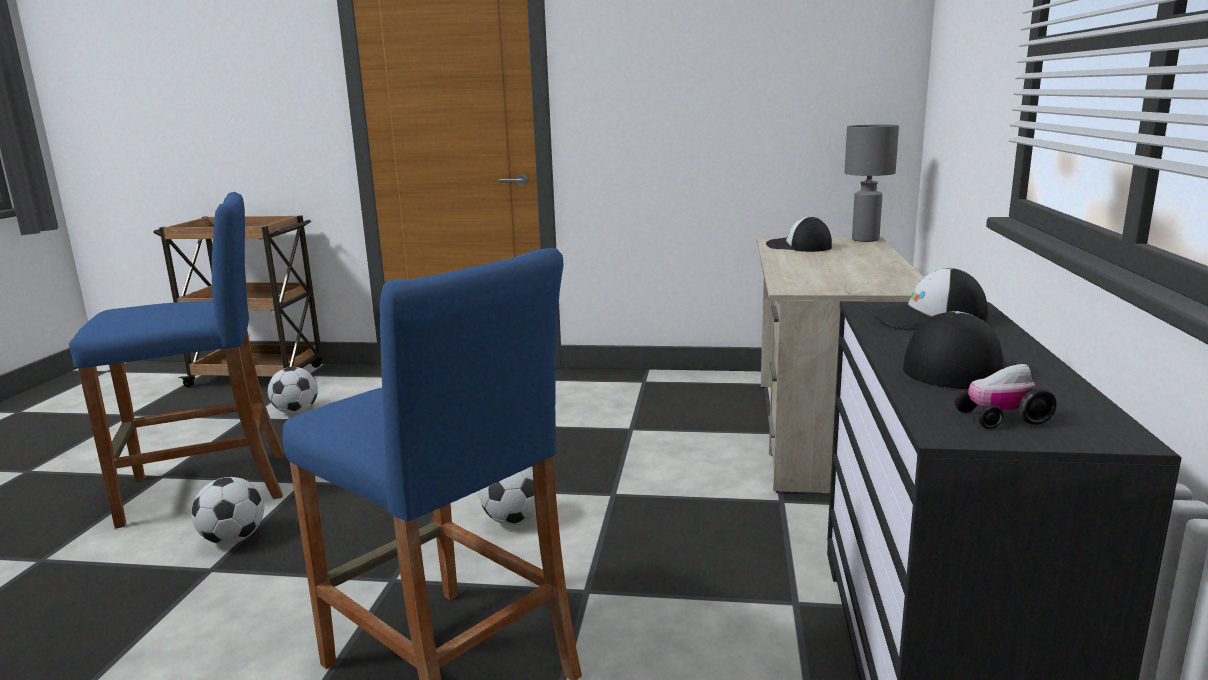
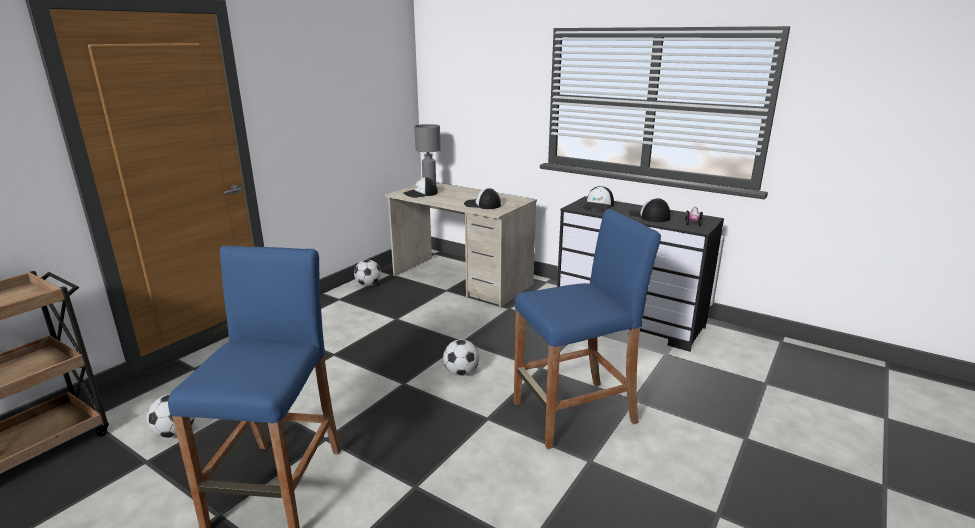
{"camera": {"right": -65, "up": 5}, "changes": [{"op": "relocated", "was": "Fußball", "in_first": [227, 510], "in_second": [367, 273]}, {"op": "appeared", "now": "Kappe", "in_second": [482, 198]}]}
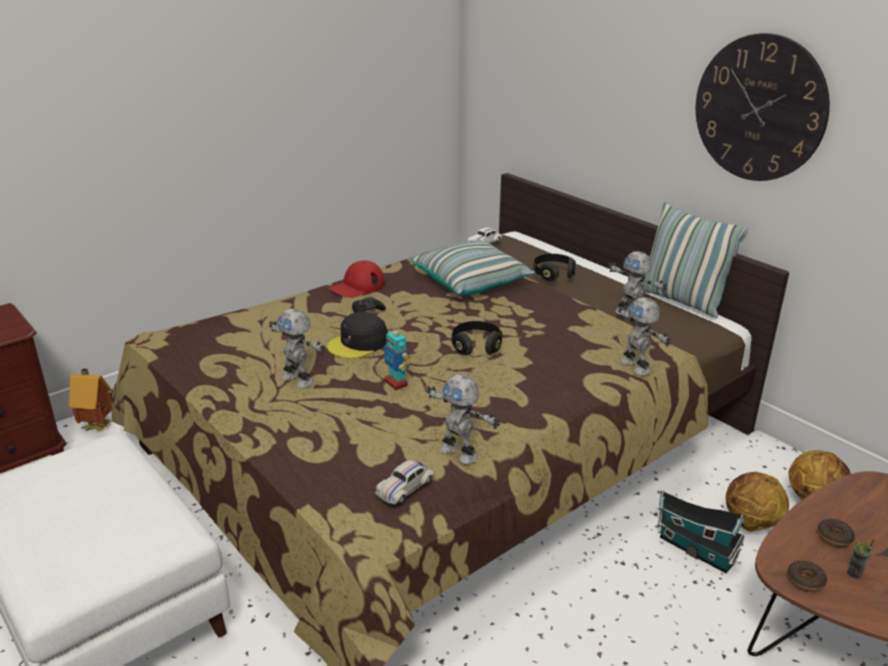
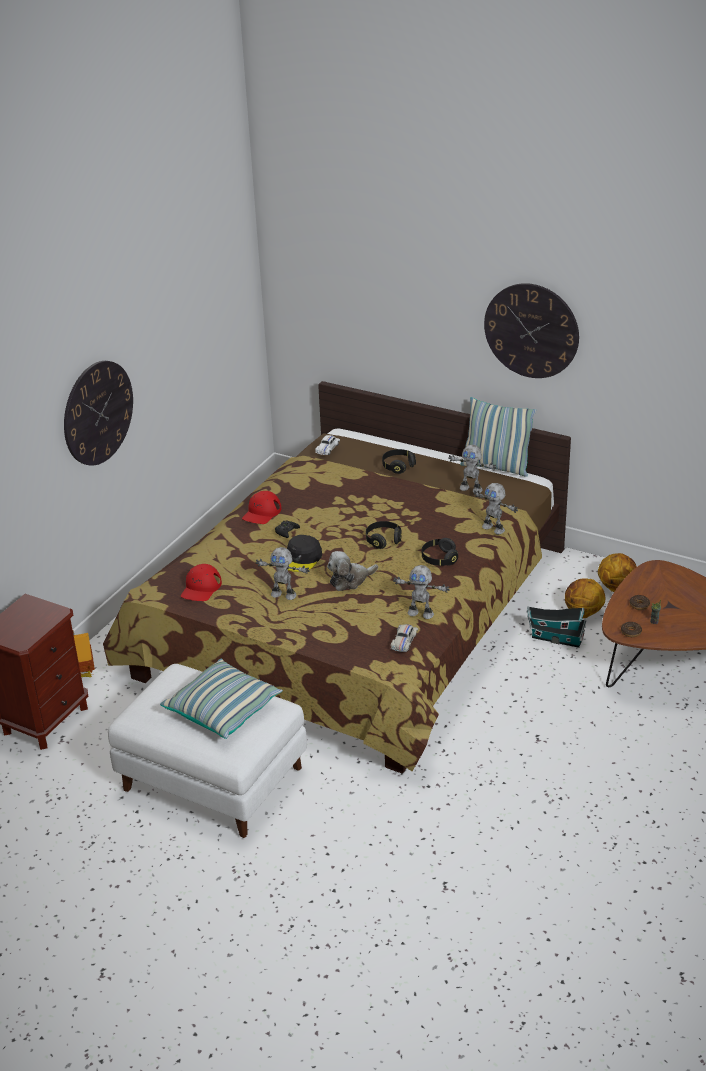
{"camera": {"right": -20, "up": 5}, "changes": [{"op": "exchanged", "was": "Spielzeugroboter", "now": "Plüschtier", "in_first": [397, 359], "in_second": [352, 571]}, {"op": "relocated", "was": "Kissen", "in_first": [472, 268], "in_second": [221, 699]}, {"op": "appeared", "now": "Wanduhr", "in_second": [98, 413]}, {"op": "appeared", "now": "Kappe/rot", "in_second": [201, 582]}, {"op": "appeared", "now": "Kopfhörer/schwarz", "in_second": [440, 552]}]}
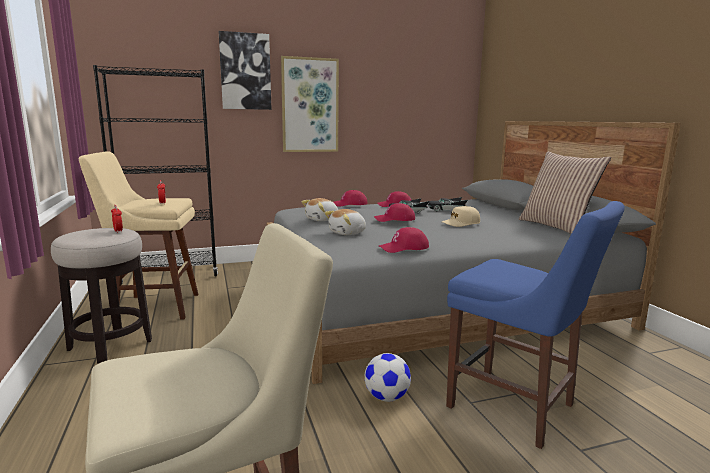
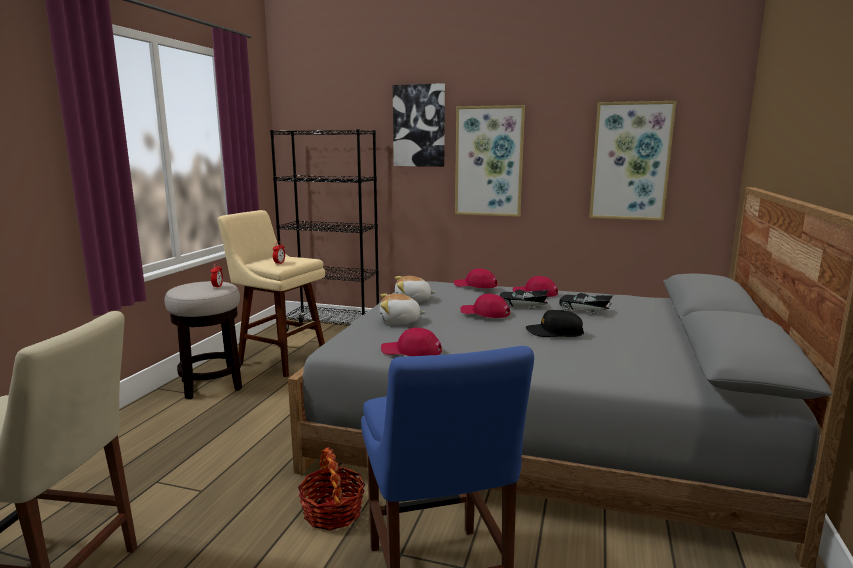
{"camera": {"right": 35, "up": 0}, "changes": [{"op": "exchanged", "was": "Fußball", "now": "Korb", "in_first": [388, 377], "in_second": [331, 488]}, {"op": "colour", "was": "Kappe/beige", "now": "Kappe/schwarz", "in_first": [461, 216], "in_second": [555, 323]}, {"op": "missing", "was": "Kissen", "in_first": [565, 192]}, {"op": "appeared", "now": "Bild", "in_second": [632, 161]}]}
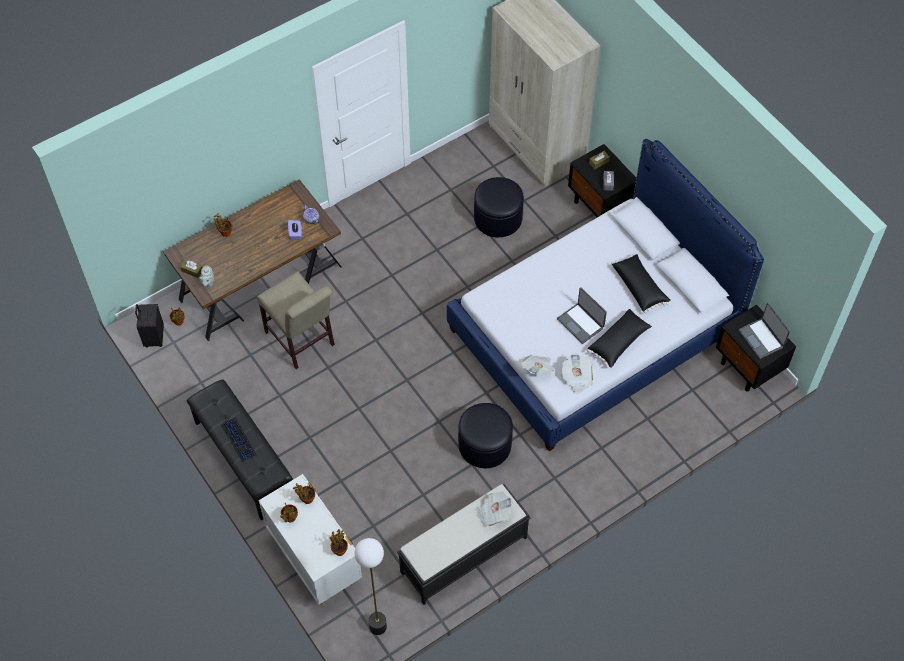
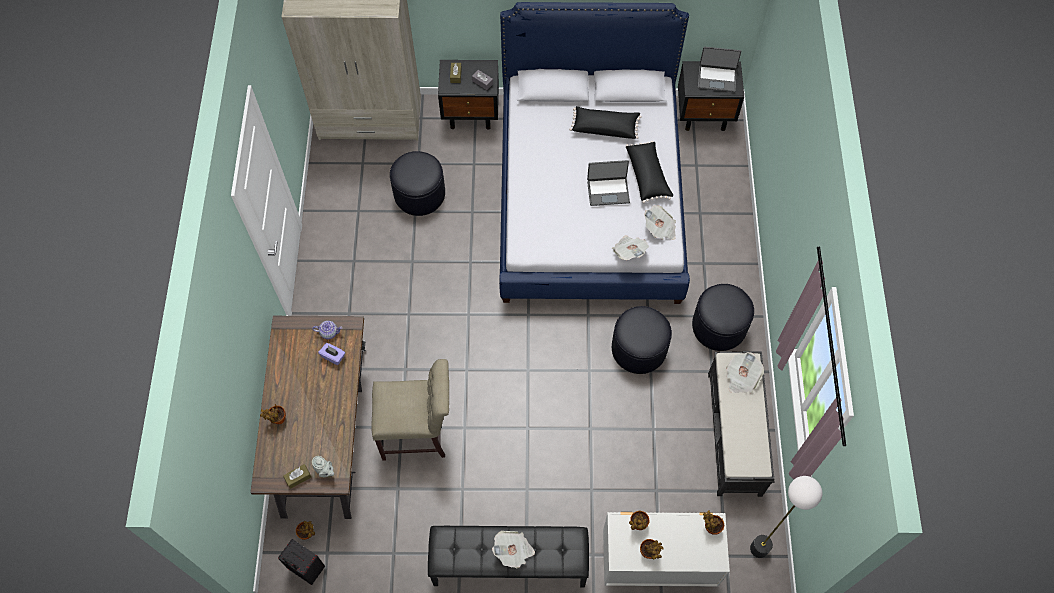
{"camera": {"right": -55, "up": 5}, "changes": [{"op": "exchanged", "was": "Tastatur", "now": "Zeitung", "in_first": [238, 439], "in_second": [513, 549]}, {"op": "appeared", "now": "Polsterhocker/schwarz", "in_second": [723, 317]}]}
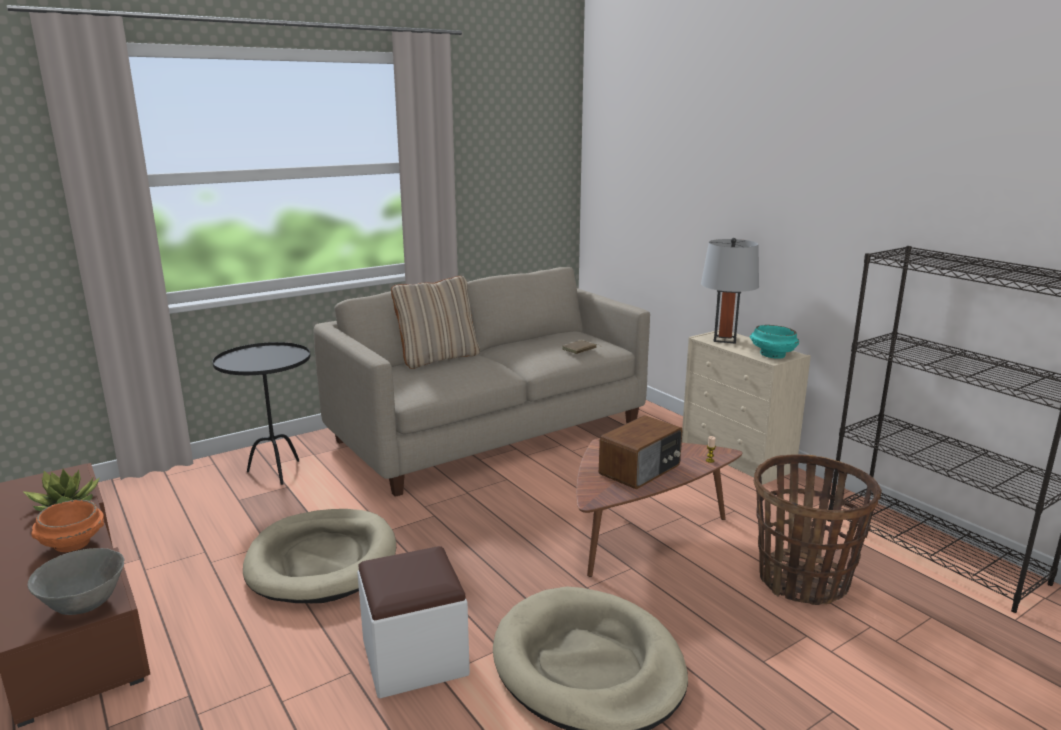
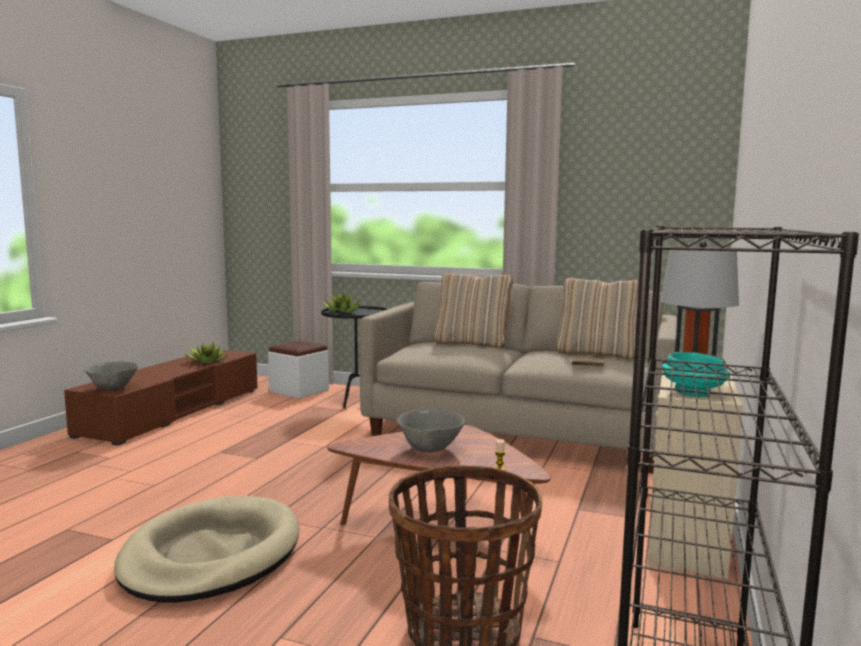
{"camera": {"right": 55, "up": -10}, "changes": [{"op": "missing", "was": "Schüssel/orange", "in_first": [67, 526]}, {"op": "missing", "was": "Hundebett/beige", "in_first": [319, 556]}, {"op": "relocated", "was": "Polsterhocker/weiß", "in_first": [413, 622], "in_second": [298, 370]}, {"op": "exchanged", "was": "Radio", "now": "Schüssel/grau", "in_first": [640, 452], "in_second": [431, 430]}, {"op": "appeared", "now": "Topfpflanze", "in_second": [341, 302]}, {"op": "appeared", "now": "Kissen/beige", "in_second": [597, 318]}]}
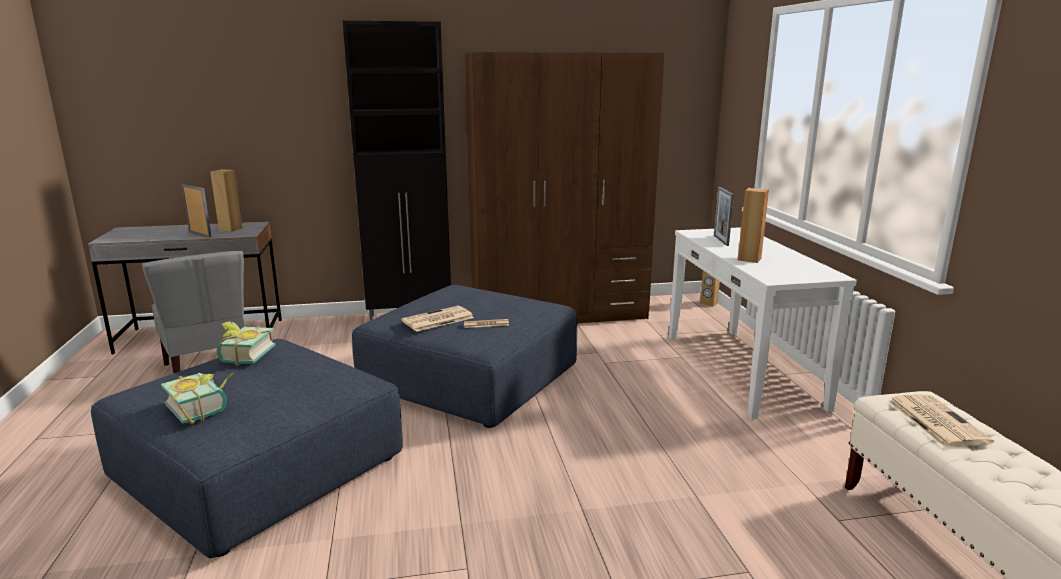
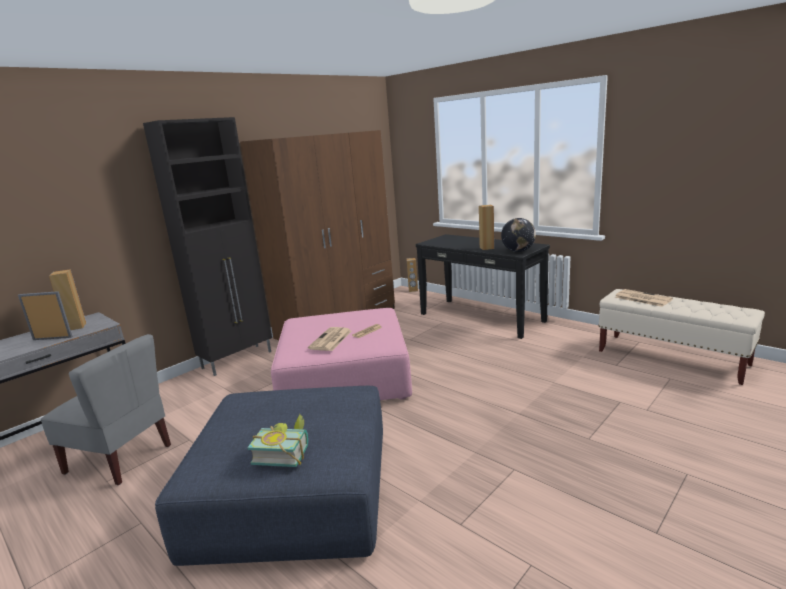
{"camera": {"right": -35, "up": 0}, "changes": [{"op": "missing", "was": "Buch", "in_first": [246, 343]}, {"op": "colour", "was": "Polsterhocker/blau", "now": "Polsterhocker/rosa", "in_first": [464, 356], "in_second": [341, 354]}, {"op": "colour", "was": "Konsolentisch/weiß", "now": "Konsolentisch/schwarz", "in_first": [763, 323], "in_second": [483, 286]}, {"op": "missing", "was": "Bilderrahmen", "in_first": [724, 216]}, {"op": "appeared", "now": "Globus", "in_second": [518, 235]}]}
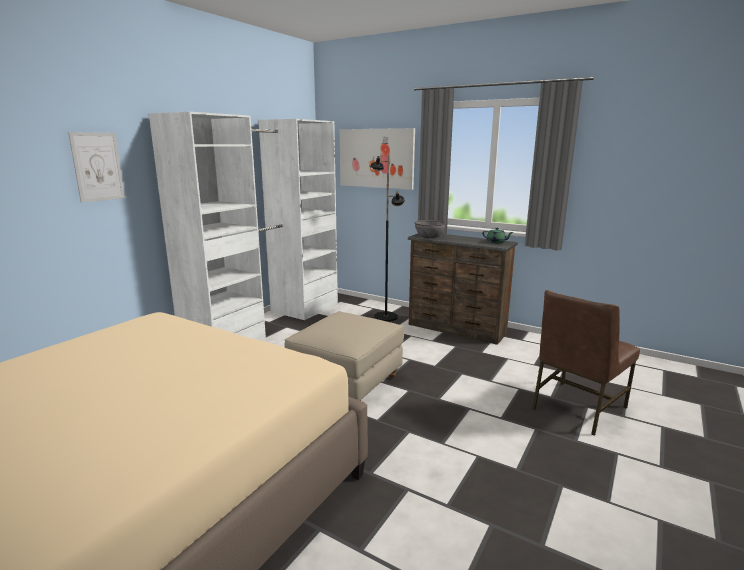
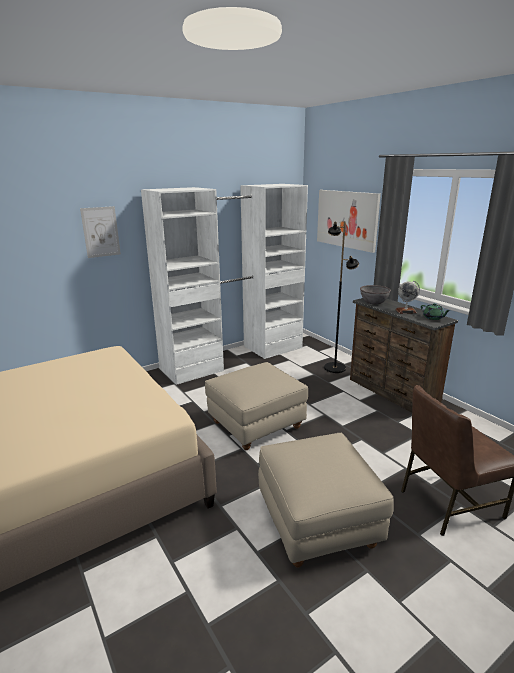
{"camera": {"right": 25, "up": 5}, "changes": [{"op": "appeared", "now": "Polsterhocker/beige", "in_second": [326, 500]}, {"op": "appeared", "now": "Globus", "in_second": [407, 297]}]}
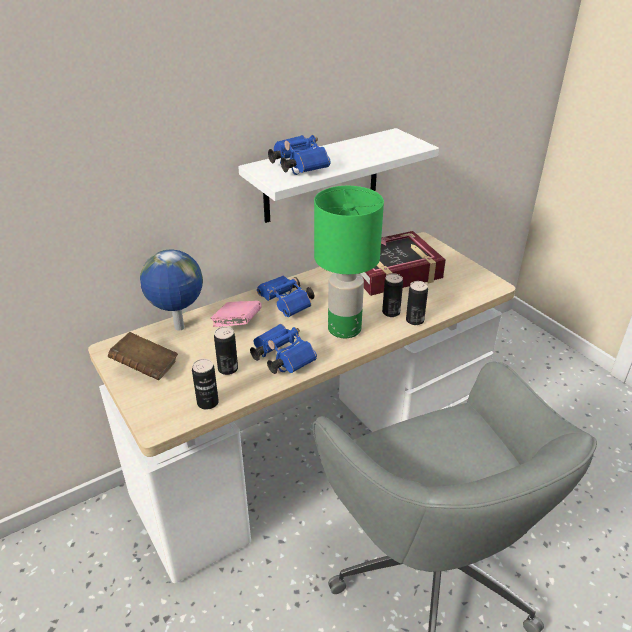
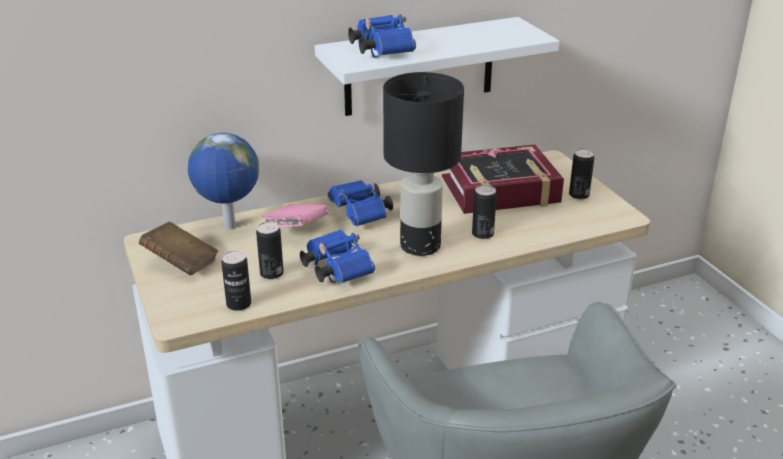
{"camera": {"right": 10, "up": -5}, "changes": [{"op": "colour", "was": "Tischlampe/grün", "now": "Tischlampe/schwarz", "in_first": [349, 262], "in_second": [423, 164]}, {"op": "relocated", "was": "Dose", "in_first": [417, 303], "in_second": [581, 174]}]}
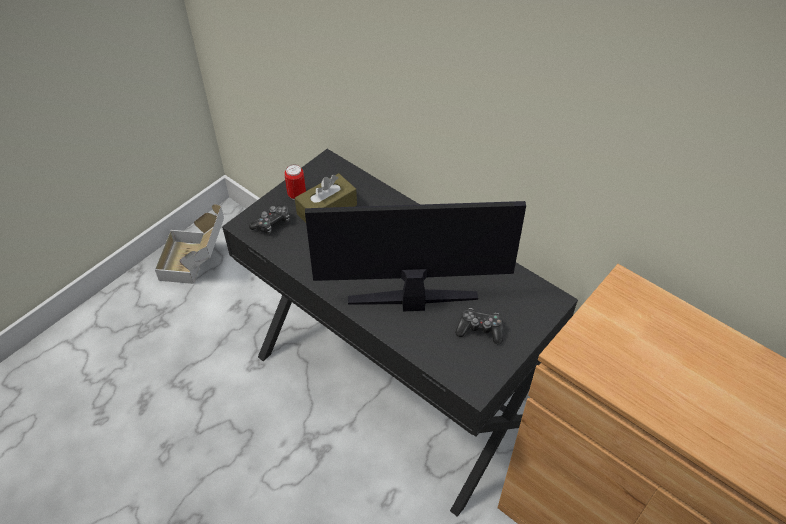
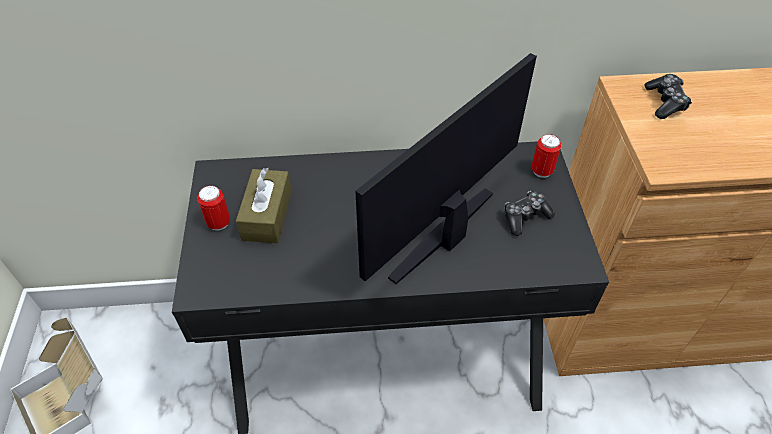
{"camera": {"right": -45, "up": 0}, "changes": [{"op": "relocated", "was": "Gamepad", "in_first": [269, 219], "in_second": [668, 96]}, {"op": "appeared", "now": "Dose", "in_second": [546, 156]}]}
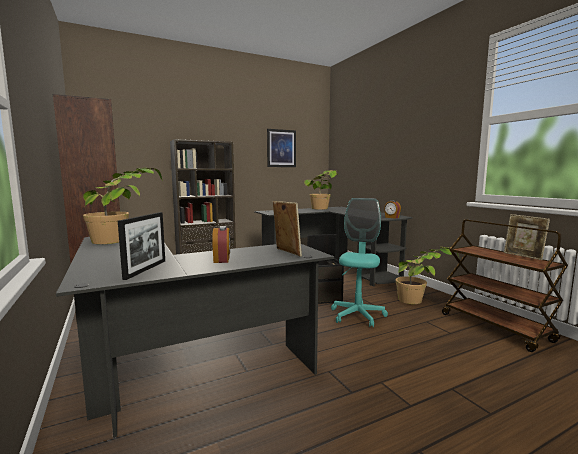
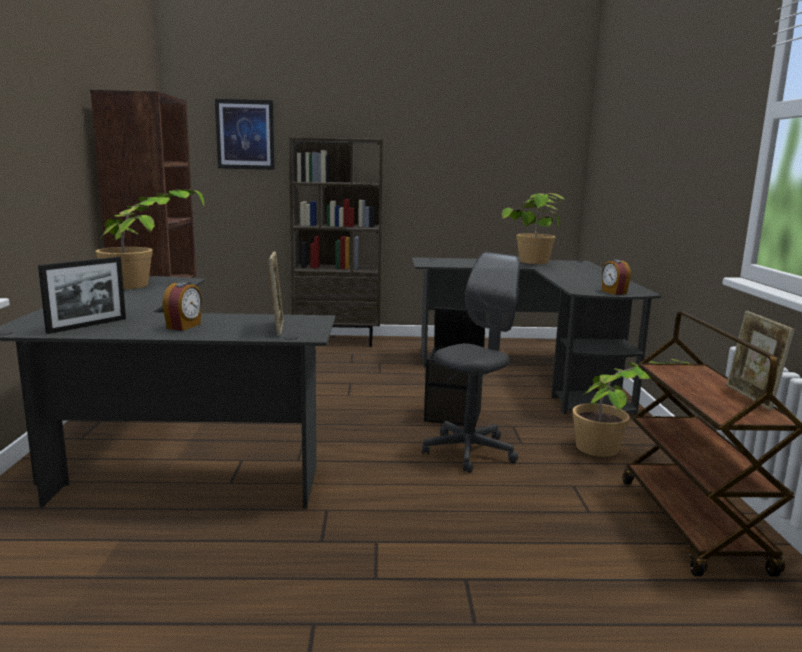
{"camera": {"right": 25, "up": 5}, "changes": [{"op": "relocated", "was": "Bild", "in_first": [281, 148], "in_second": [245, 134]}, {"op": "colour", "was": "Bürostuhl/türkis", "now": "Bürostuhl/grau", "in_first": [359, 263], "in_second": [471, 362]}]}
